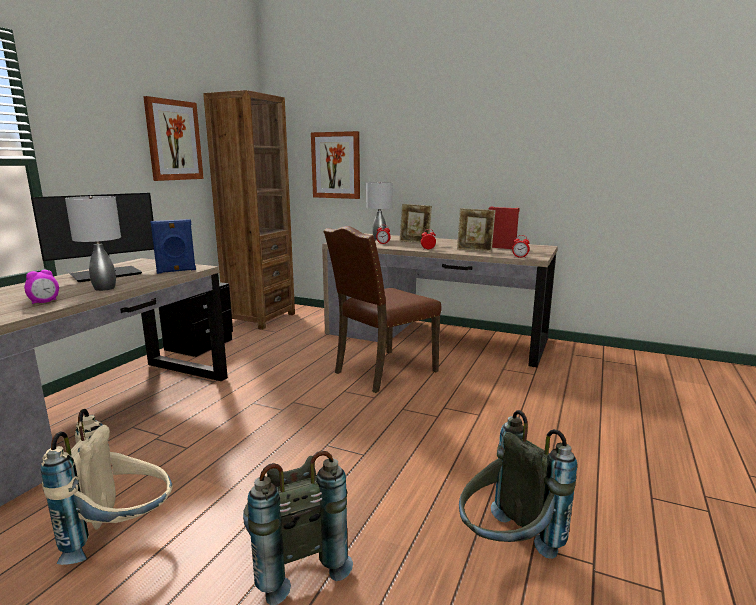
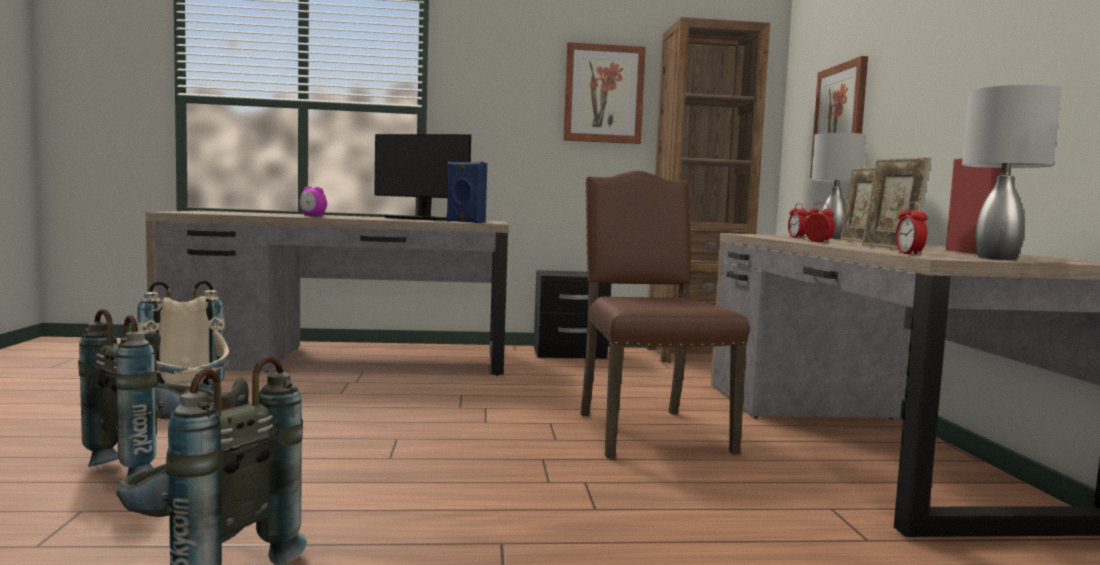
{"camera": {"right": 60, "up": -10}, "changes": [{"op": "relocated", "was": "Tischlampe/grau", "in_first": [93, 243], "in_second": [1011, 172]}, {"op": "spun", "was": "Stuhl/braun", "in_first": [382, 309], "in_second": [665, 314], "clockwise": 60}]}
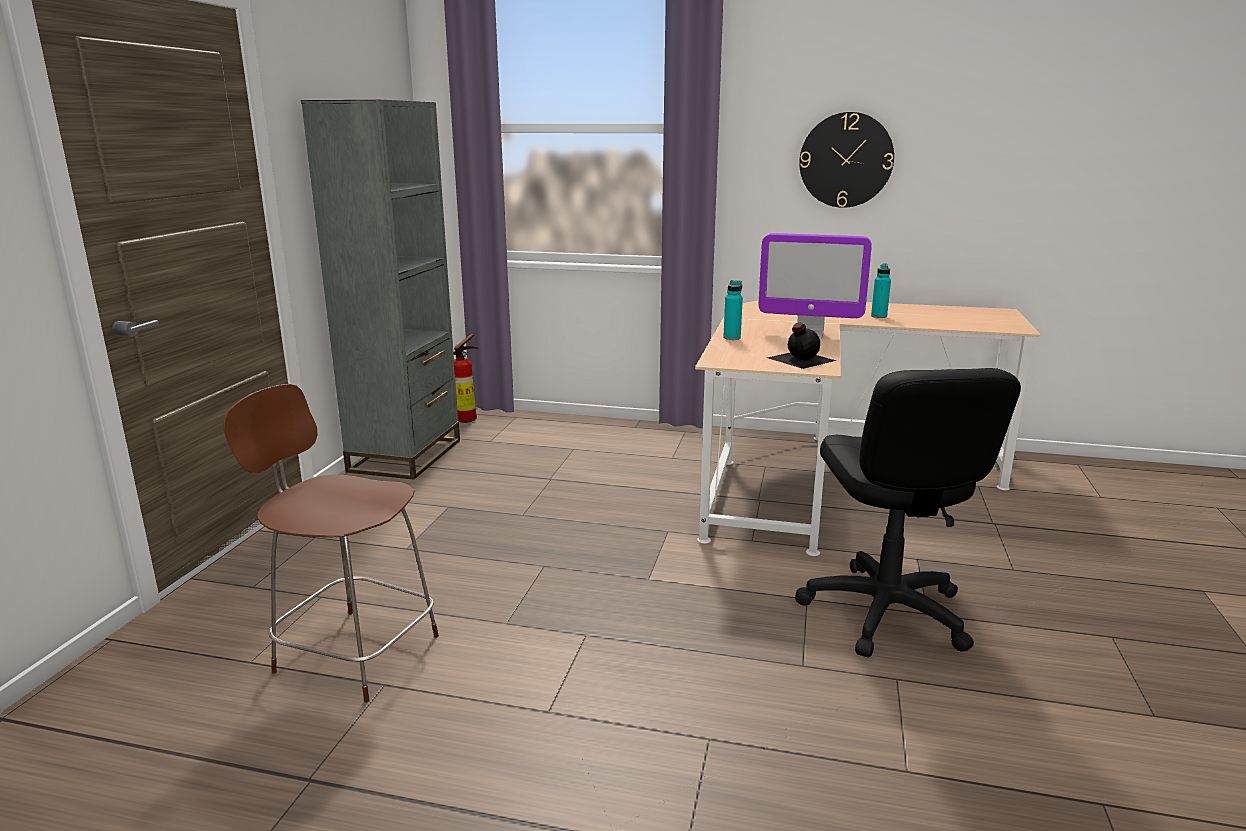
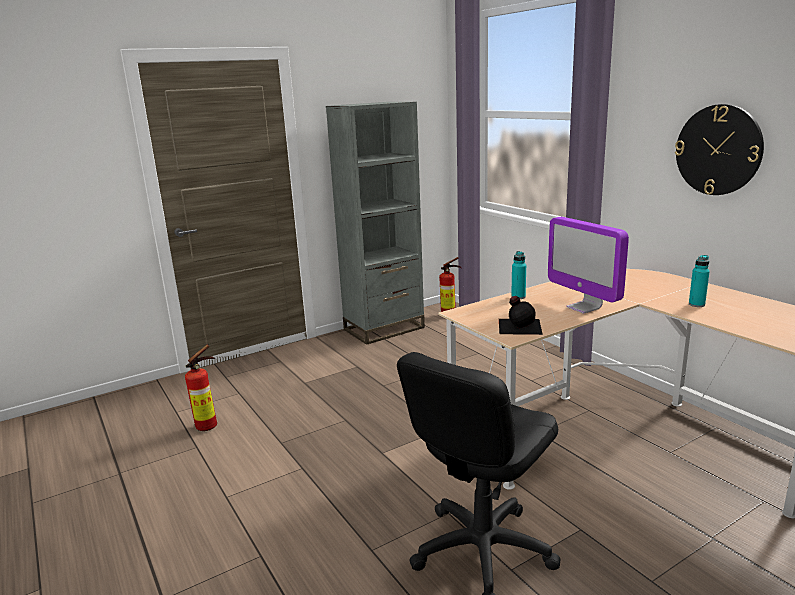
{"camera": {"right": 45, "up": 0}, "changes": [{"op": "exchanged", "was": "Stuhl/braun", "now": "Feuerlöscher", "in_first": [331, 543], "in_second": [201, 388]}]}
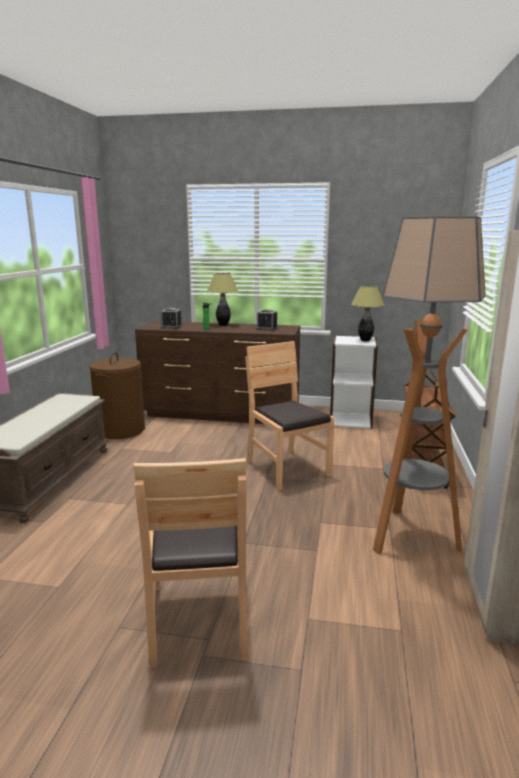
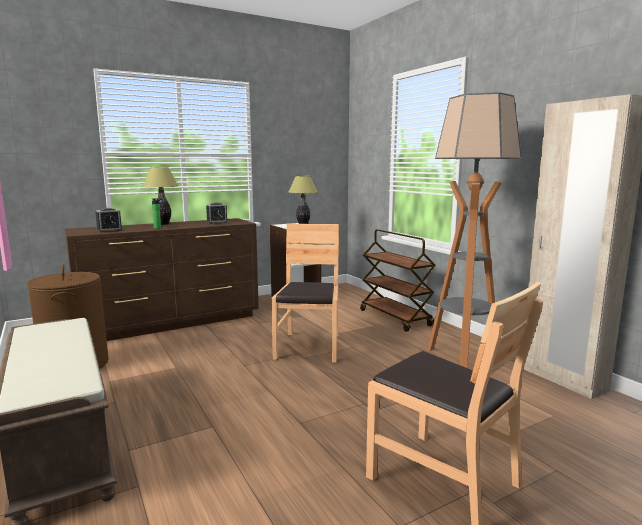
{"camera": {"right": -40, "up": -5}, "changes": [{"op": "spun", "was": "Stuhl/braun", "in_first": [290, 415], "in_second": [305, 292], "clockwise": 75}]}
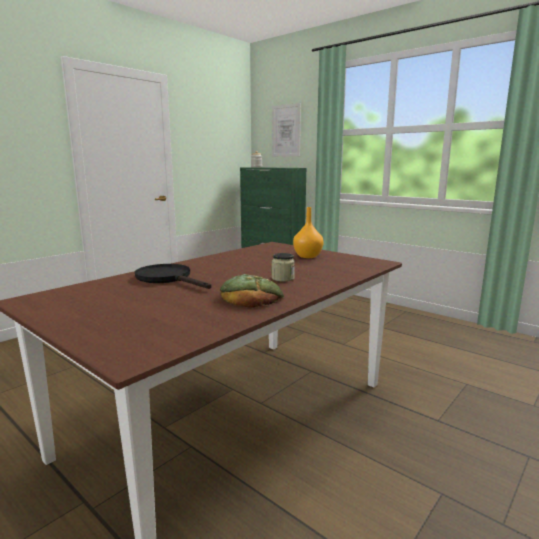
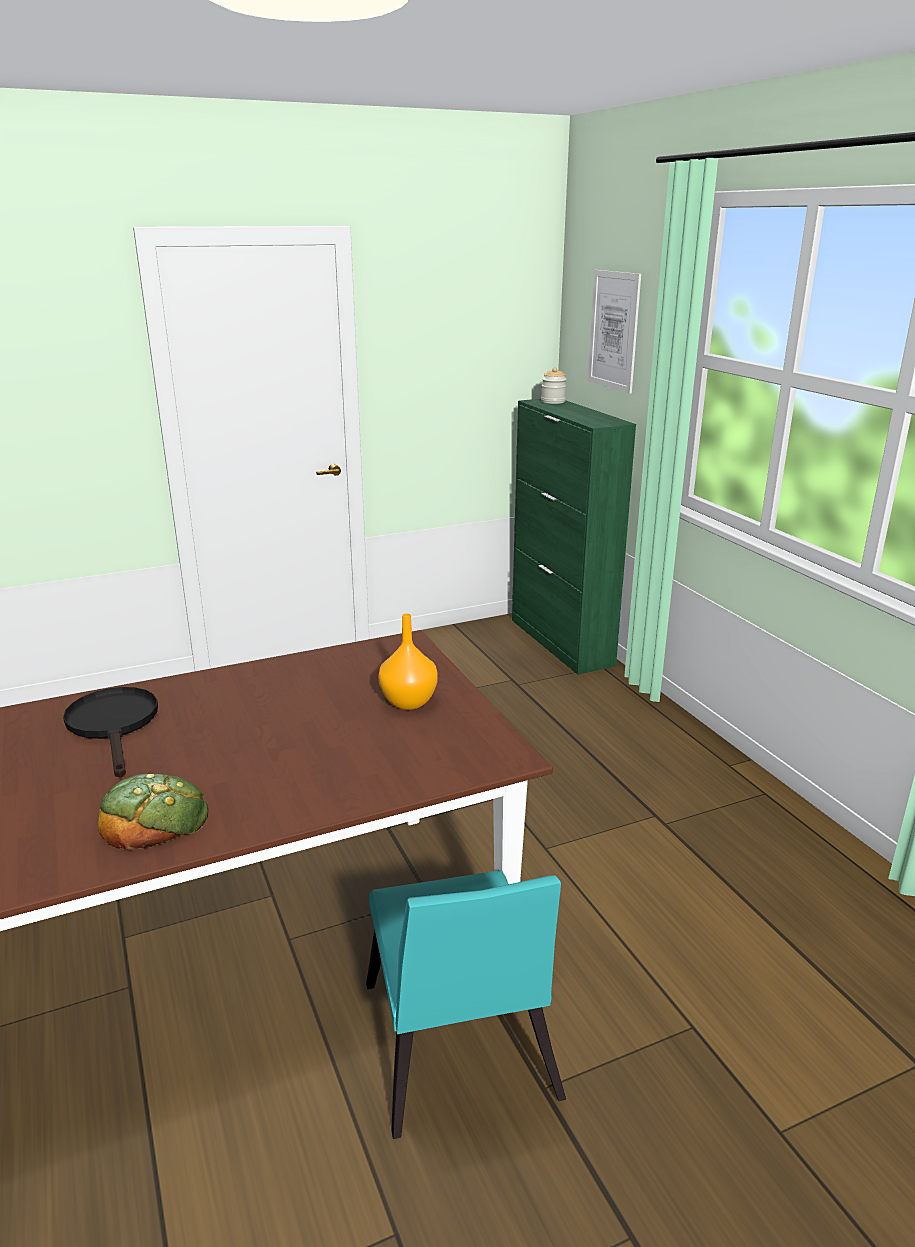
{"camera": {"right": 25, "up": 10}, "changes": [{"op": "missing", "was": "Vorratsglas", "in_first": [283, 267]}, {"op": "appeared", "now": "Stuhl/türkis", "in_second": [466, 1004]}]}
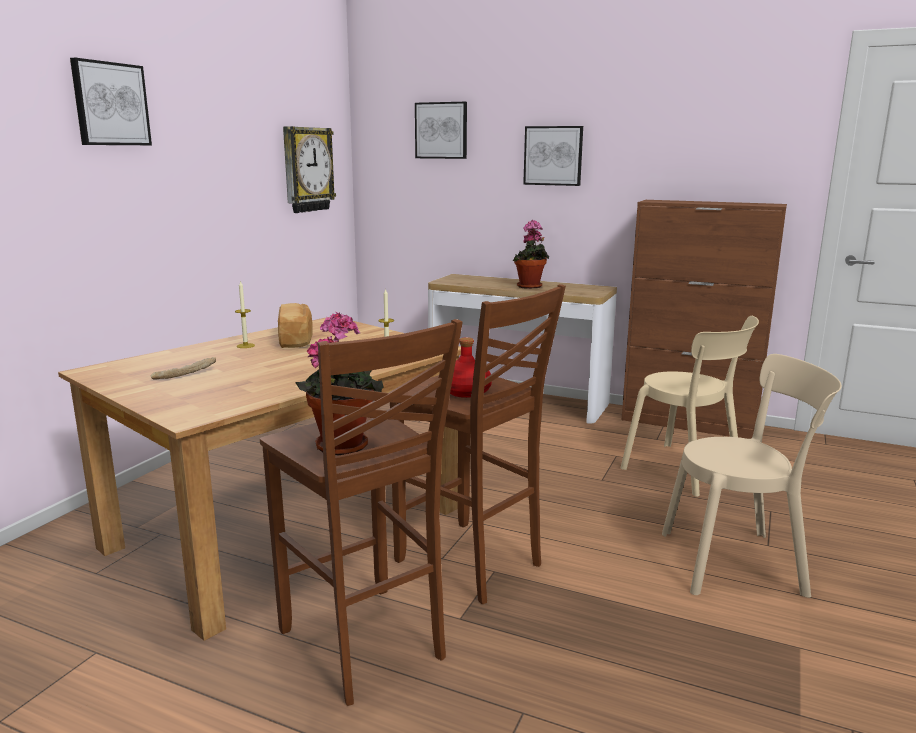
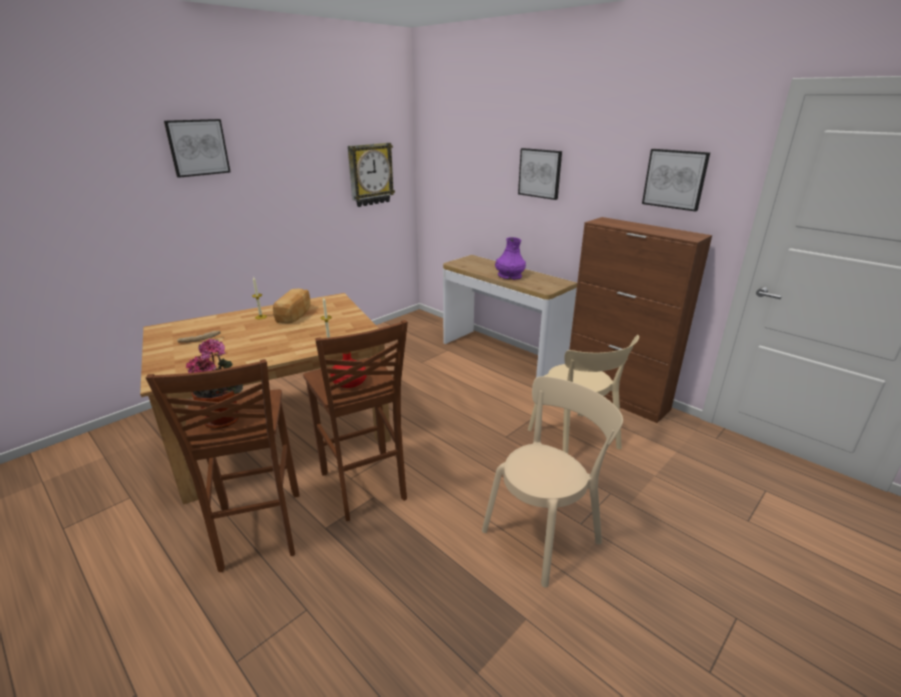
{"camera": {"right": 20, "up": 10}, "changes": [{"op": "relocated", "was": "Bild", "in_first": [441, 130], "in_second": [676, 180]}, {"op": "exchanged", "was": "Topfpflanze", "now": "Vase/lila", "in_first": [531, 254], "in_second": [510, 258]}, {"op": "spun", "was": "Stuhl/beige", "in_first": [752, 476], "in_second": [552, 481], "clockwise": -60}]}
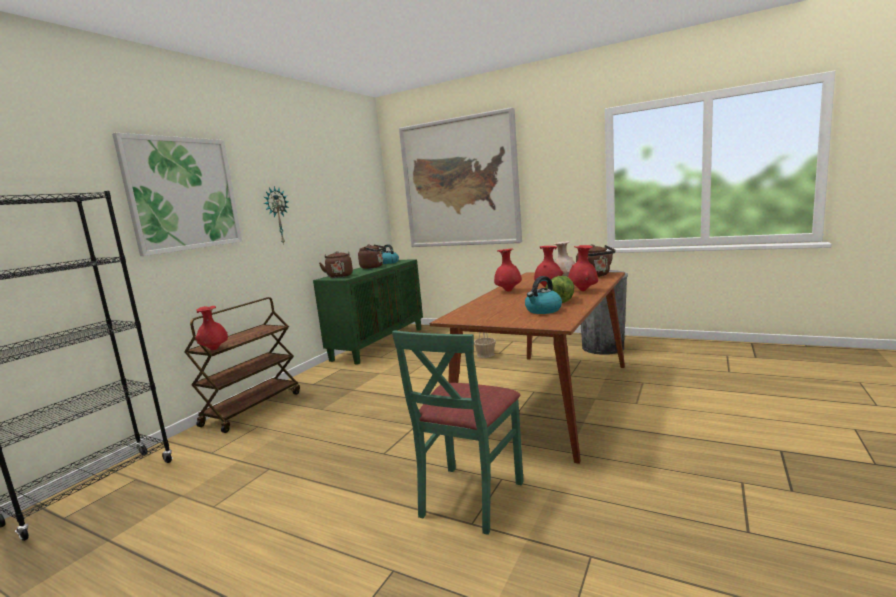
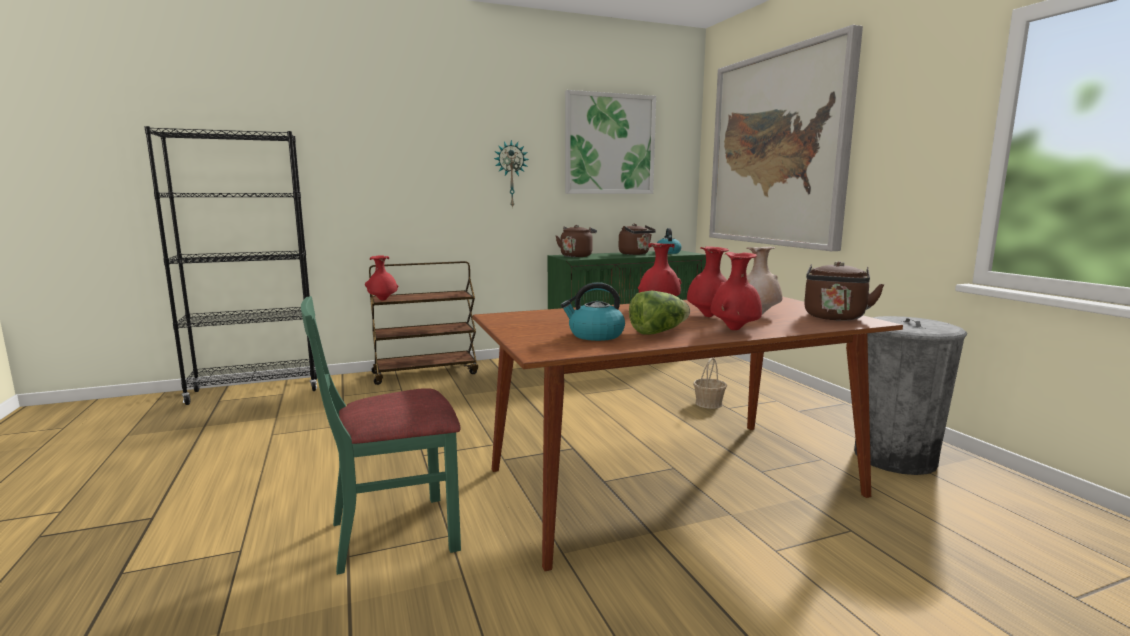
{"camera": {"right": 40, "up": 0}, "changes": [{"op": "relocated", "was": "Bild", "in_first": [177, 194], "in_second": [610, 142]}]}
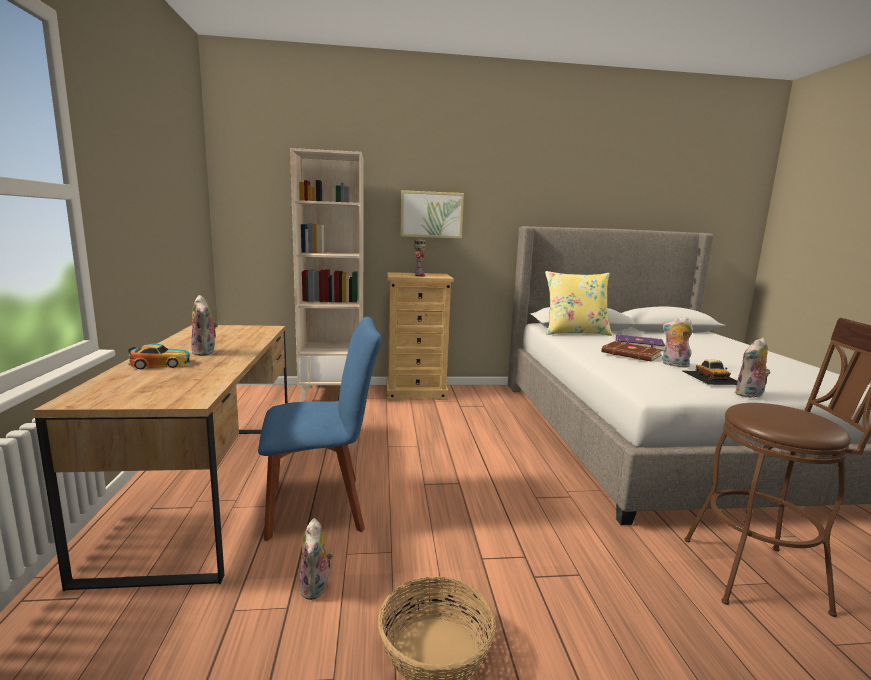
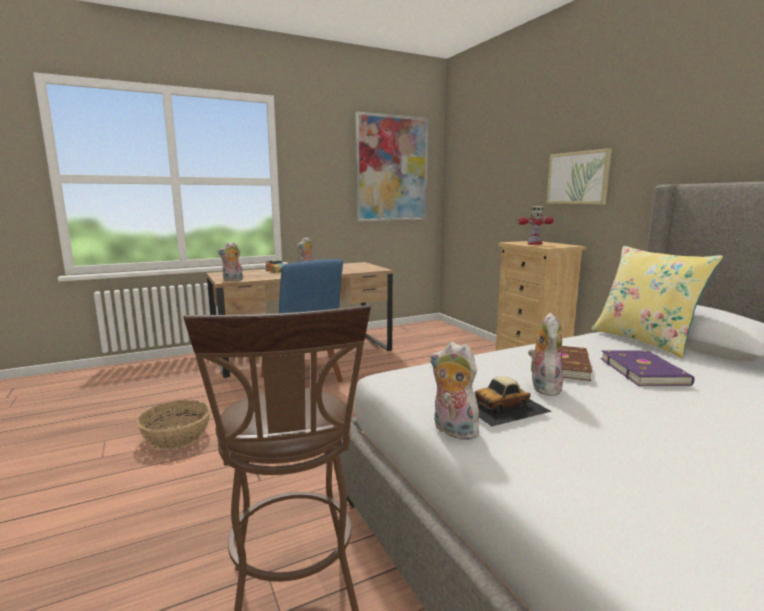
{"camera": {"right": 70, "up": 0}, "changes": [{"op": "missing", "was": "Bücherregal/beige", "in_first": [327, 275]}, {"op": "relocated", "was": "Plüschtier", "in_first": [316, 559], "in_second": [230, 261]}, {"op": "appeared", "now": "Bild", "in_second": [391, 167]}]}
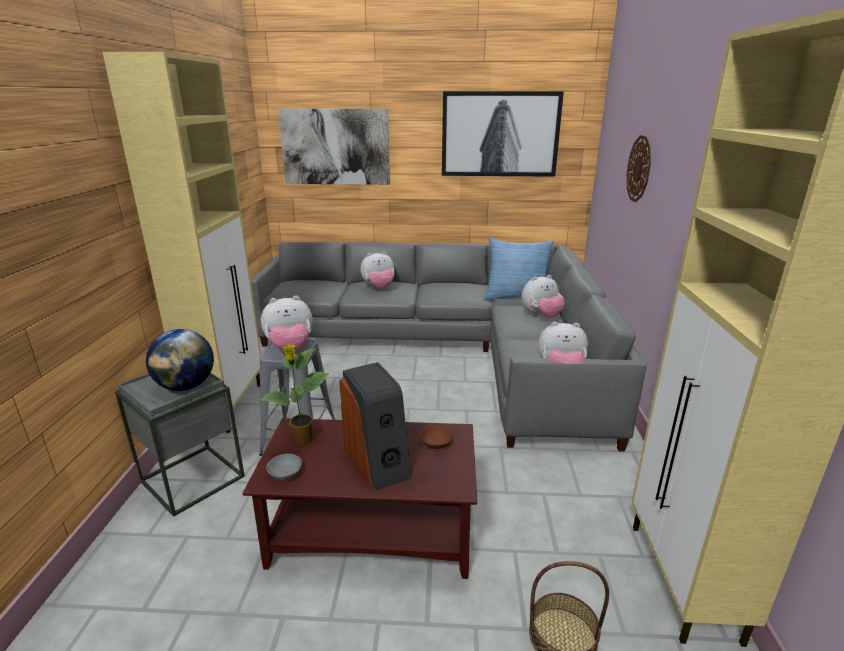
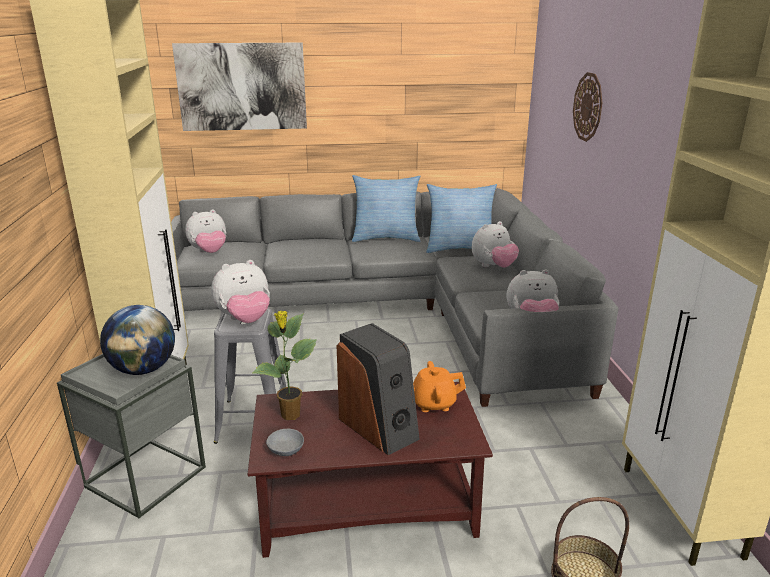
{"camera": {"right": -10, "up": 0}, "changes": [{"op": "relocated", "was": "Plüschtier", "in_first": [377, 270], "in_second": [205, 231]}, {"op": "exchanged", "was": "Schüssel/braun", "now": "Teekanne/orange", "in_first": [436, 437], "in_second": [439, 386]}, {"op": "missing", "was": "Bild", "in_first": [503, 134]}, {"op": "appeared", "now": "Kissen", "in_second": [386, 208]}]}
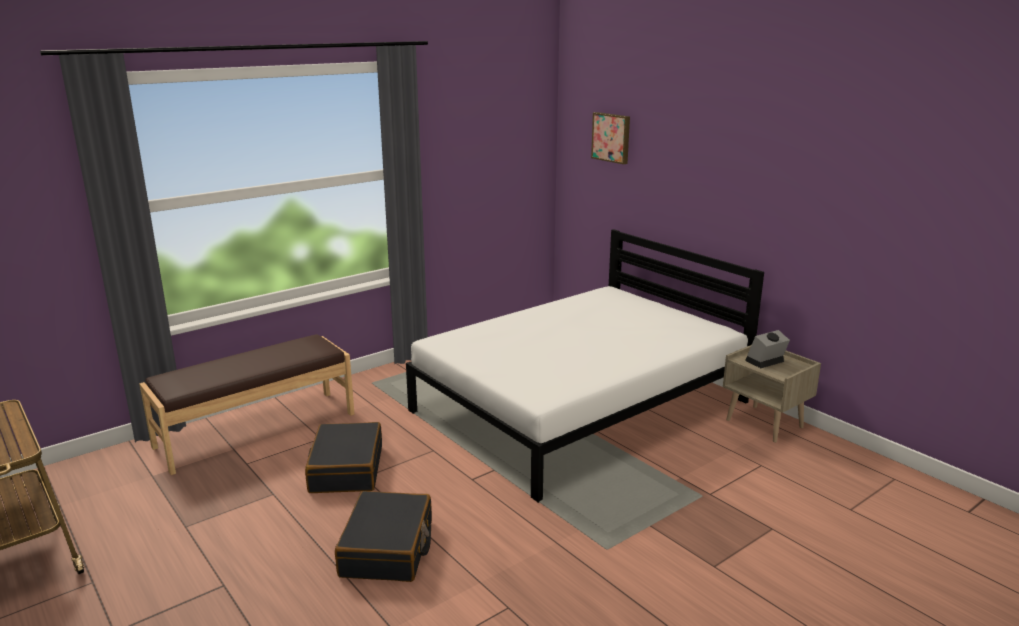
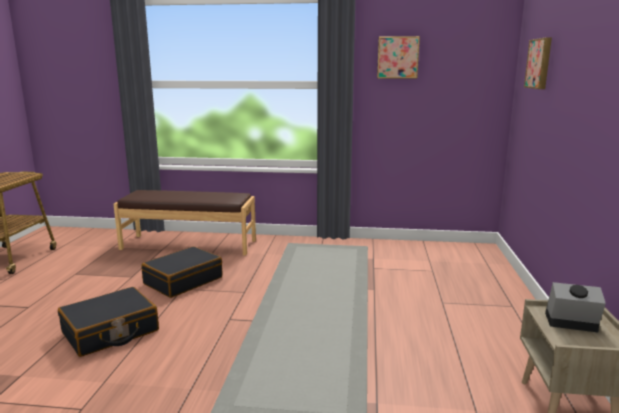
{"camera": {"right": 45, "up": -5}, "changes": [{"op": "missing", "was": "Bett/weiß", "in_first": [585, 366]}, {"op": "appeared", "now": "Bild", "in_second": [398, 57]}]}
